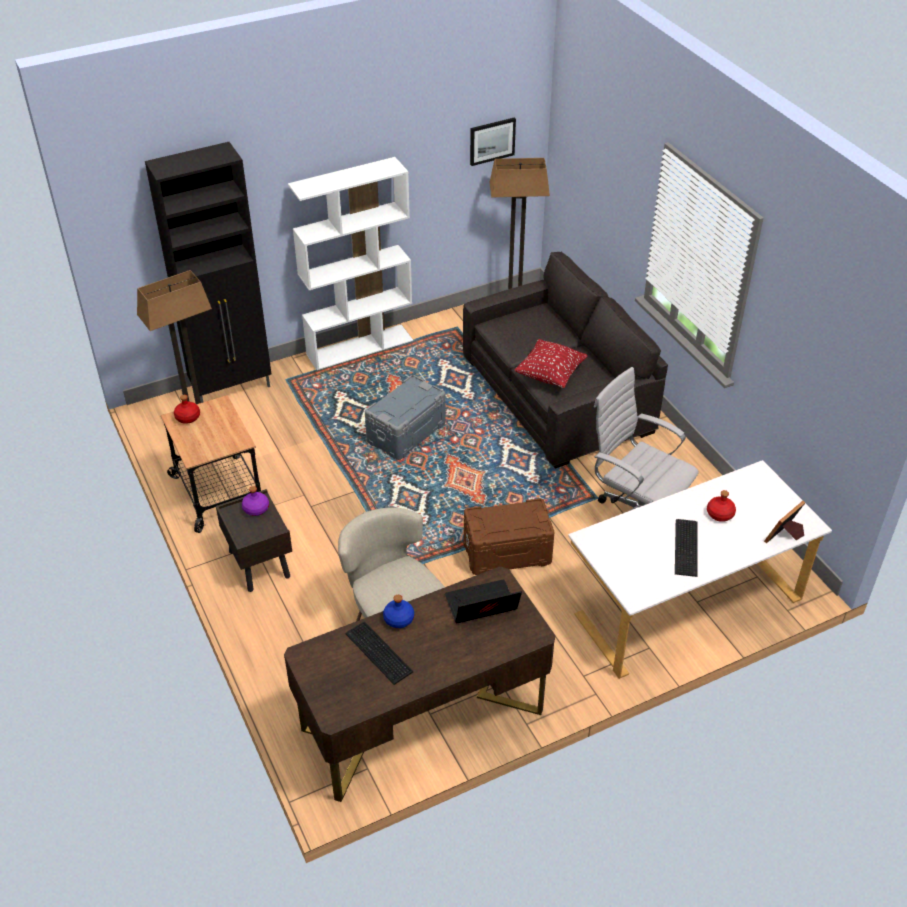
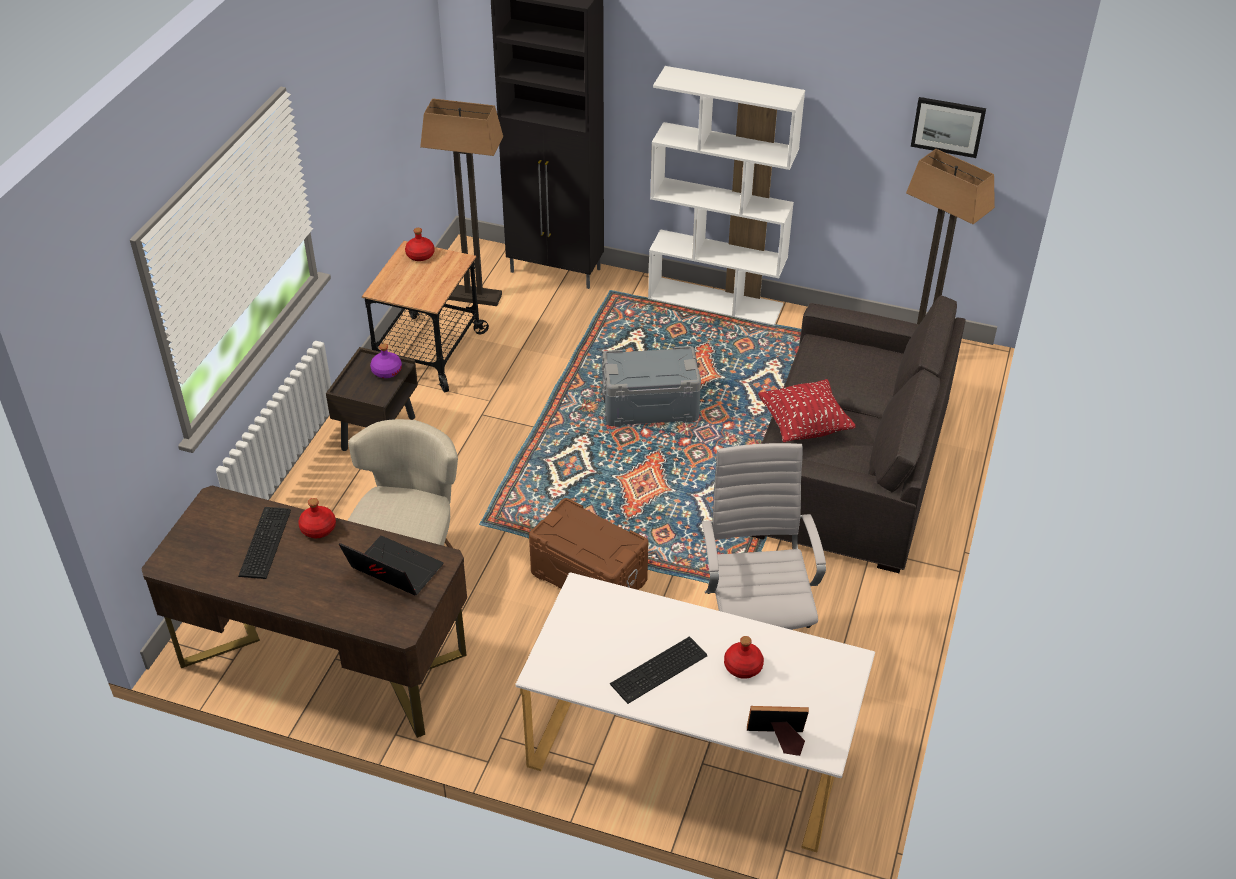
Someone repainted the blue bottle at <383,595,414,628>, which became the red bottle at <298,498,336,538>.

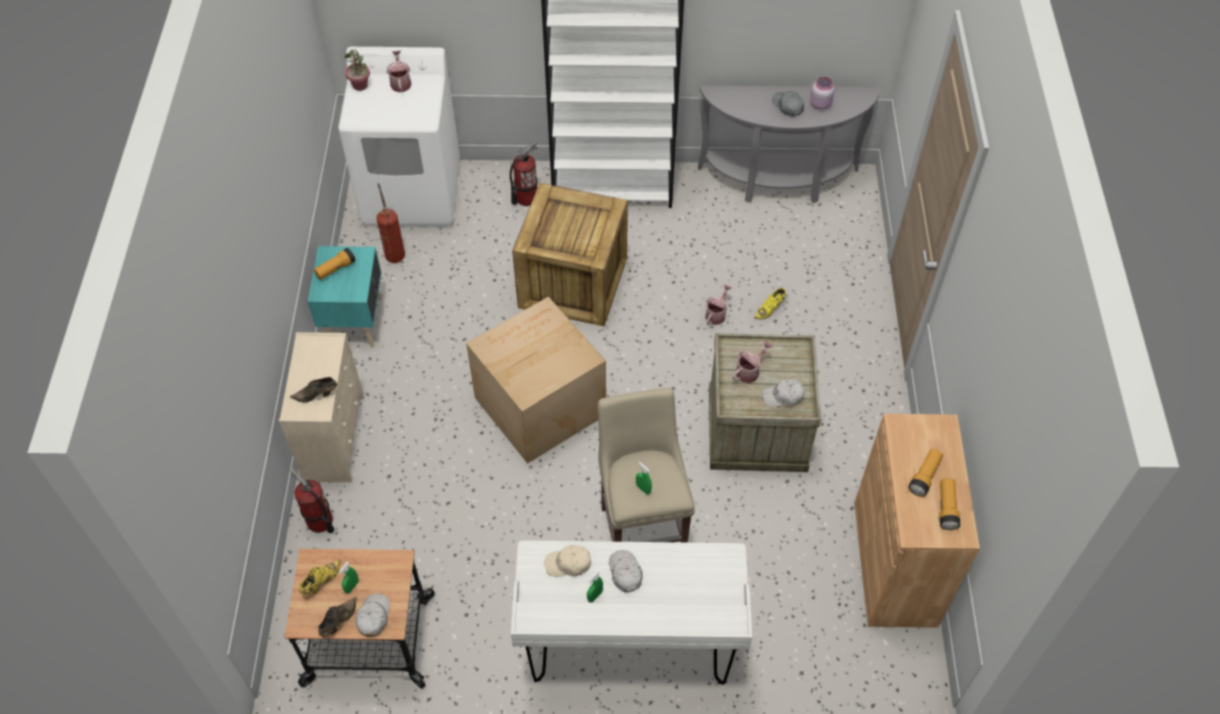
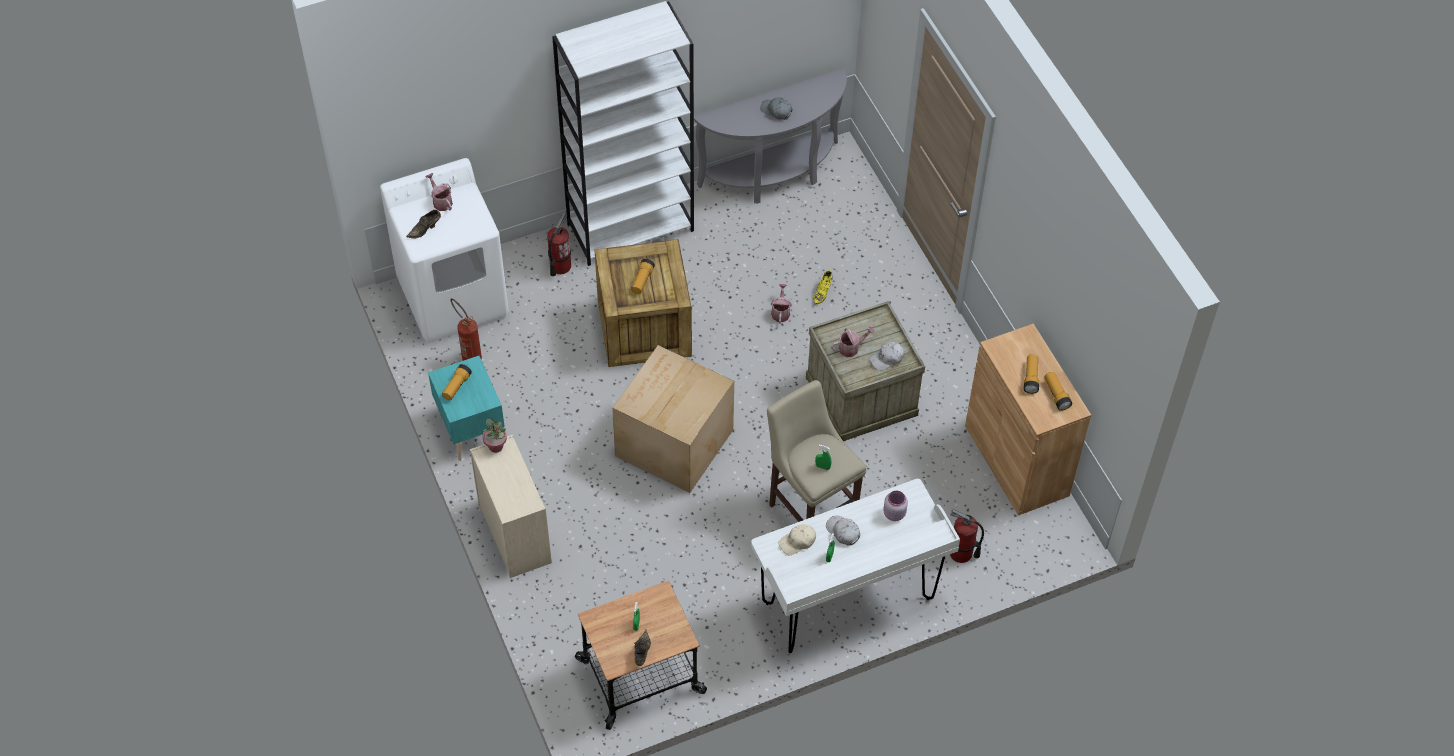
Someone carried the brown shoe from <290,377,337,402> to <406,210,441,239>. Someone carried the potted plant from <345,48,370,91> to <482,418,507,453>. Someone put down the flashlight at <631,259,655,294>. Someone rotated the watering can at <732,341,773,383> by 45 degrees clockwise. Someone carried the pink jar from <810,77,835,110> to <883,491,908,521>. Someone carried the fire extinguisher from <290,468,334,533> to <950,509,984,563>. Someone took away the yellow shoe at <299,559,341,595>. Someone took away the white cap at <356,593,390,636>.

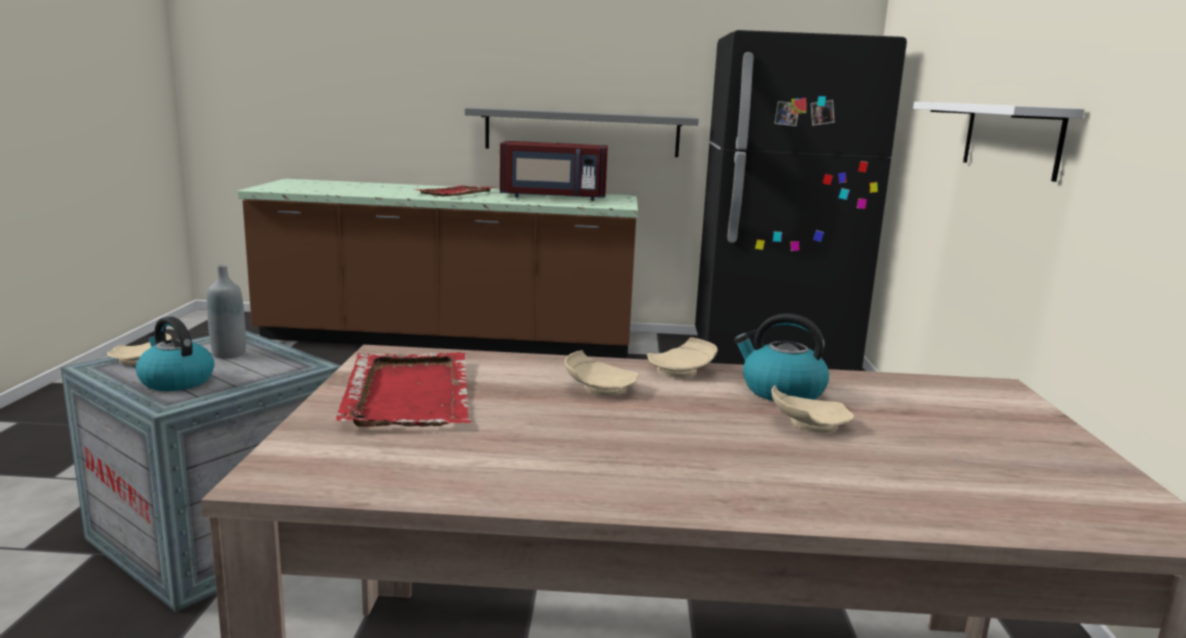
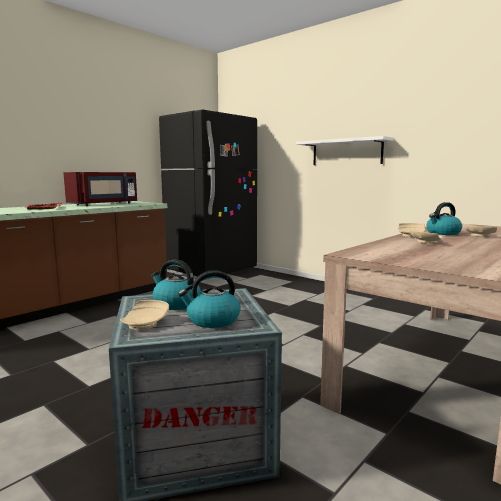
Someone swapped the grey bottle at <207,265,246,358> for the kettle at <151,260,201,310>. Someone took away the red tray at <336,352,471,427>. Someone took away the grey shelf at <465,107,699,157>.

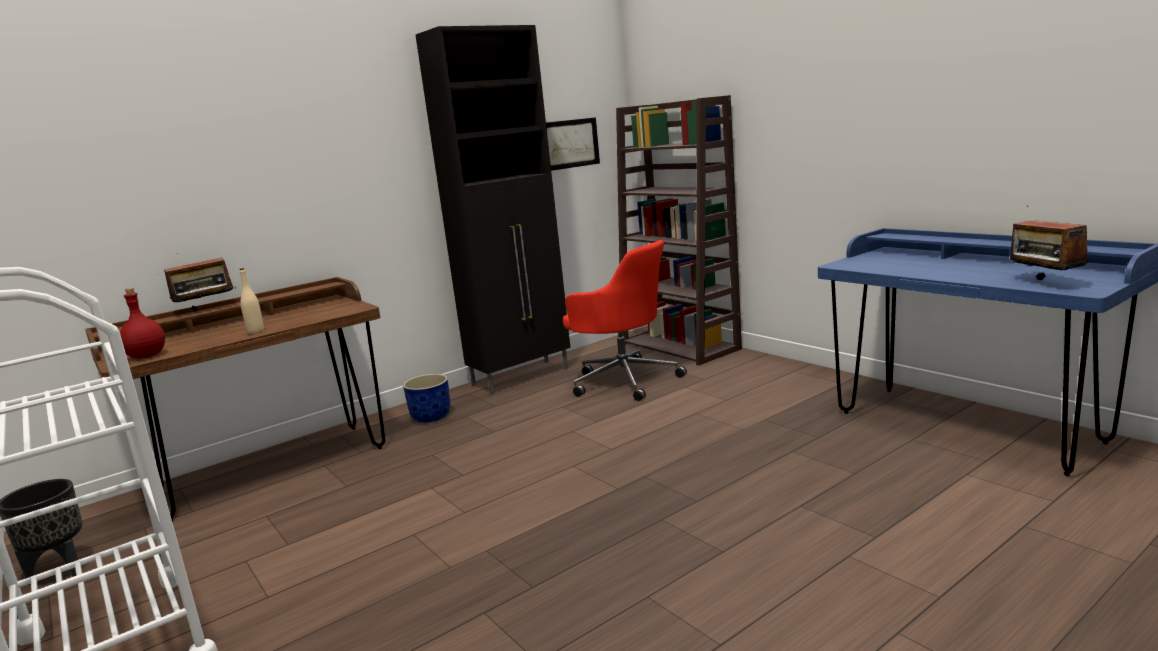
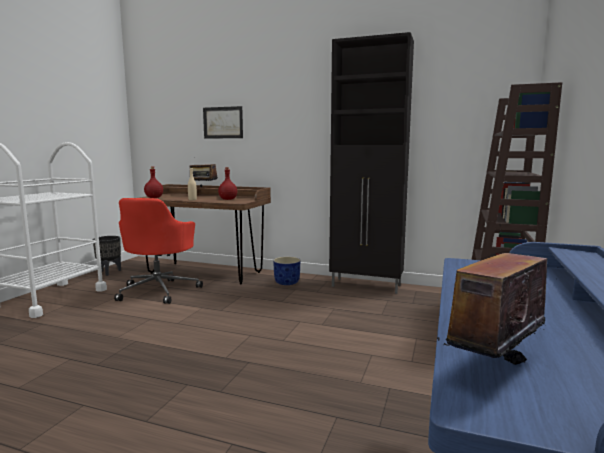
Someone carried the red office chair from <563,240,687,401> to <114,198,203,304>. Someone carried the picture from <546,117,600,171> to <203,106,243,139>. Someone put down the red bottle at <218,167,237,200>.

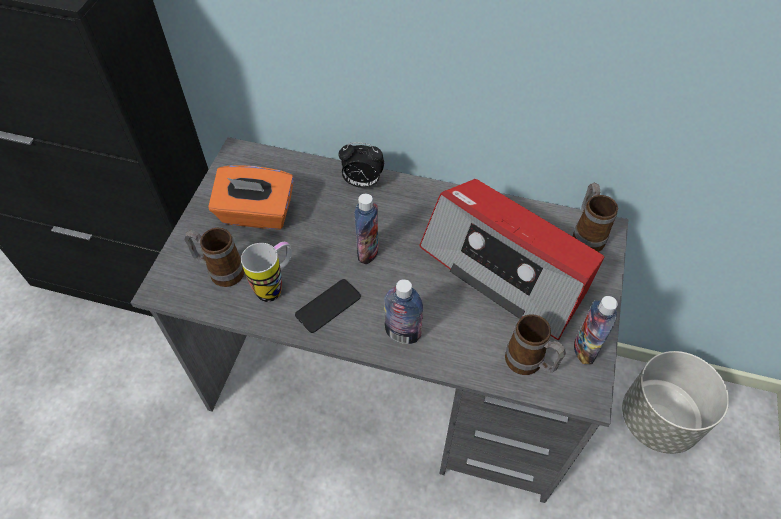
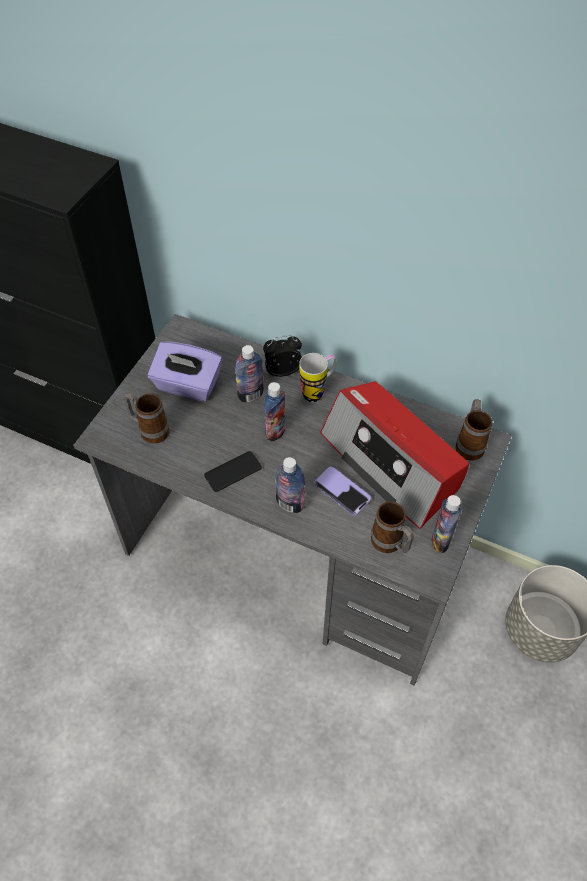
Someone repainted the orange tissue box at <208,165,294,229>, which became the purple tissue box at <148,342,222,401>. Someone put down the bottle at <235,345,264,402>. Someone rotated the alarm clock at <338,142,384,188> by 150 degrees clockwise. Someone carried the mug from <241,242,292,302> to <299,353,337,402>. Someone put down the phone at <315,467,371,516>.

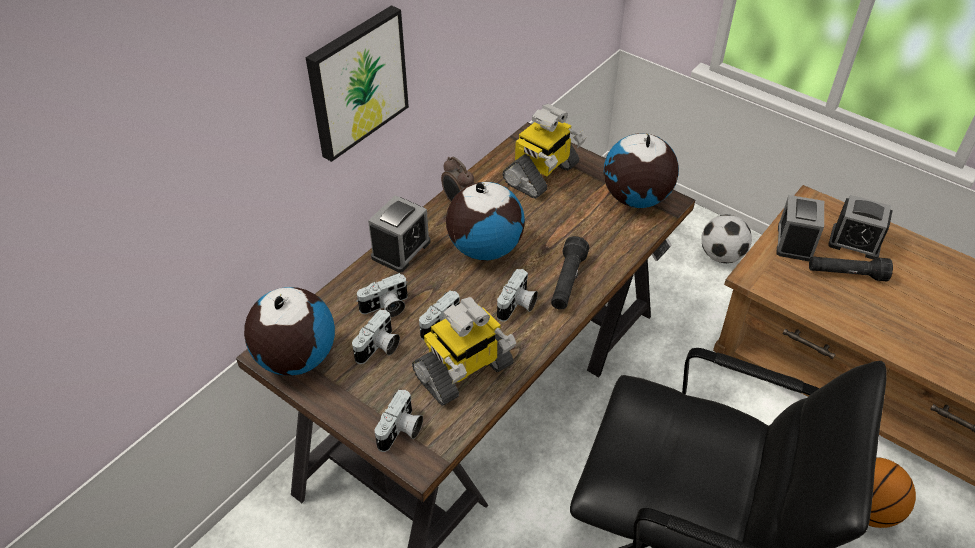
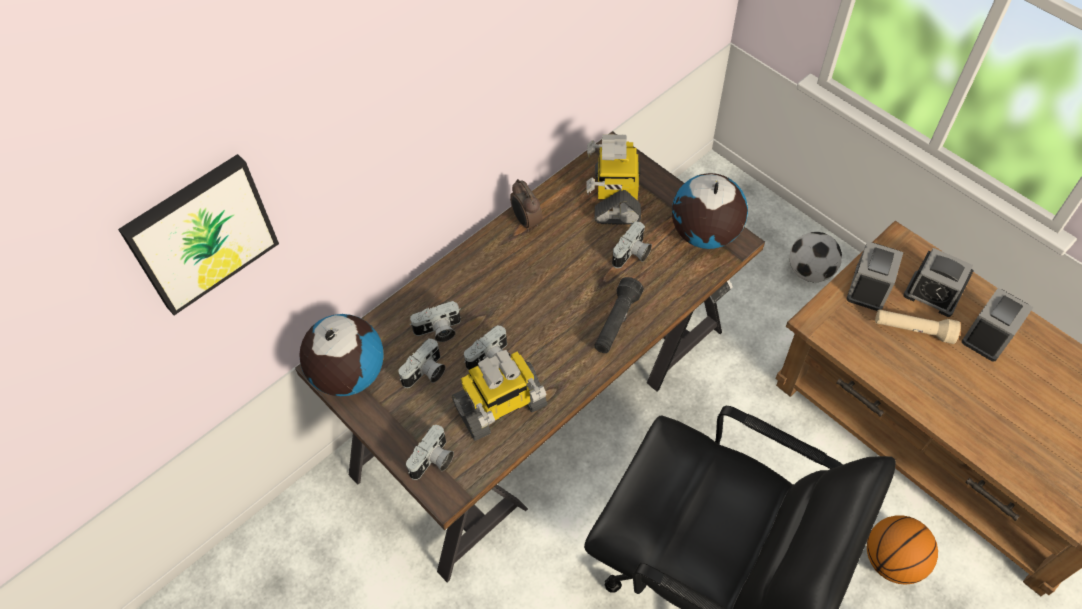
Someone carried the picture from <306,5,409,162> to <118,154,279,315>. Someone rotated the toy robot at <502,104,587,199> by 135 degrees clockwise. Someone carried the photo camera from <497,269,538,321> to <612,221,652,268>. Someone repainted the black flashlight at <809,256,893,281>, which became the beige flashlight at <875,309,961,344>. Someone carried the alarm clock from <368,195,431,272> to <962,288,1034,362>. Someone took away the globe at <446,182,525,260>.

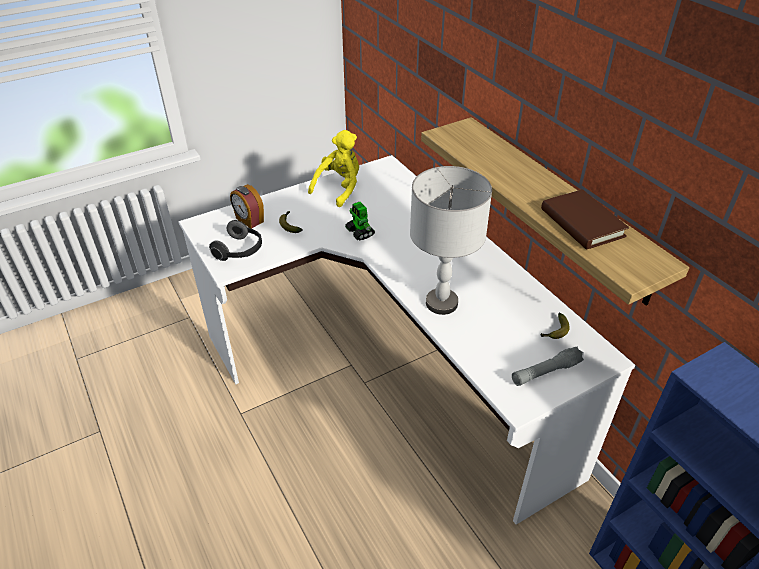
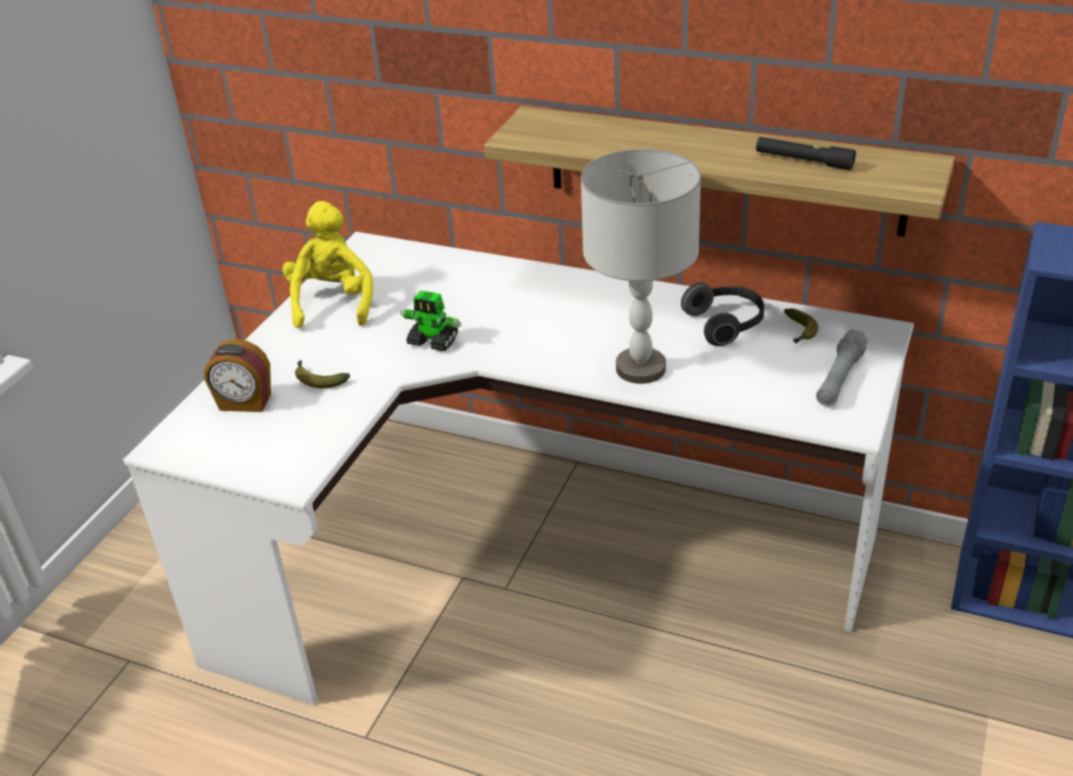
Someone carried the headphones from <209,220,262,261> to <681,282,764,346>. Someone swapped the brown book at <541,189,629,250> for the black flashlight at <756,137,856,170>.

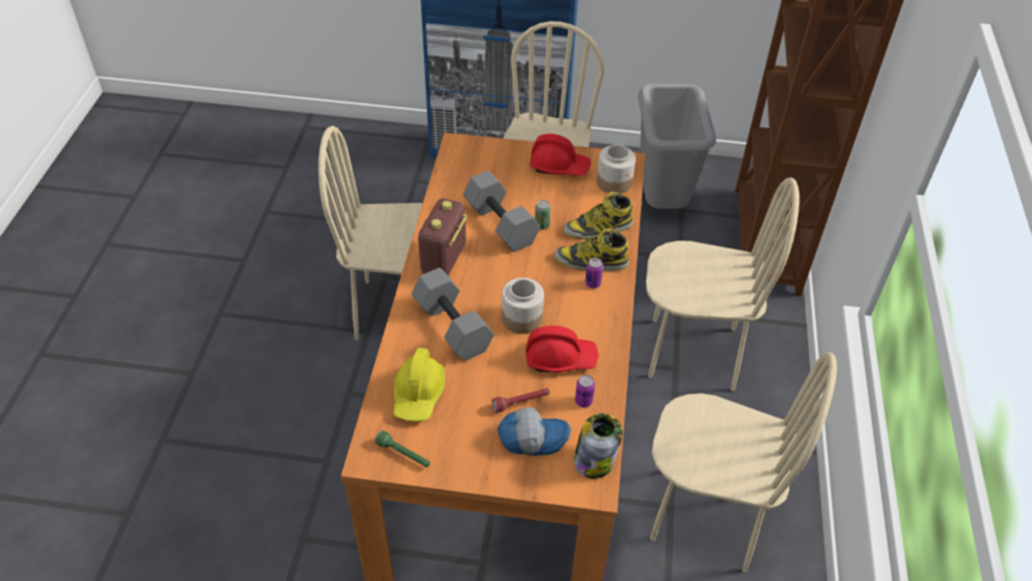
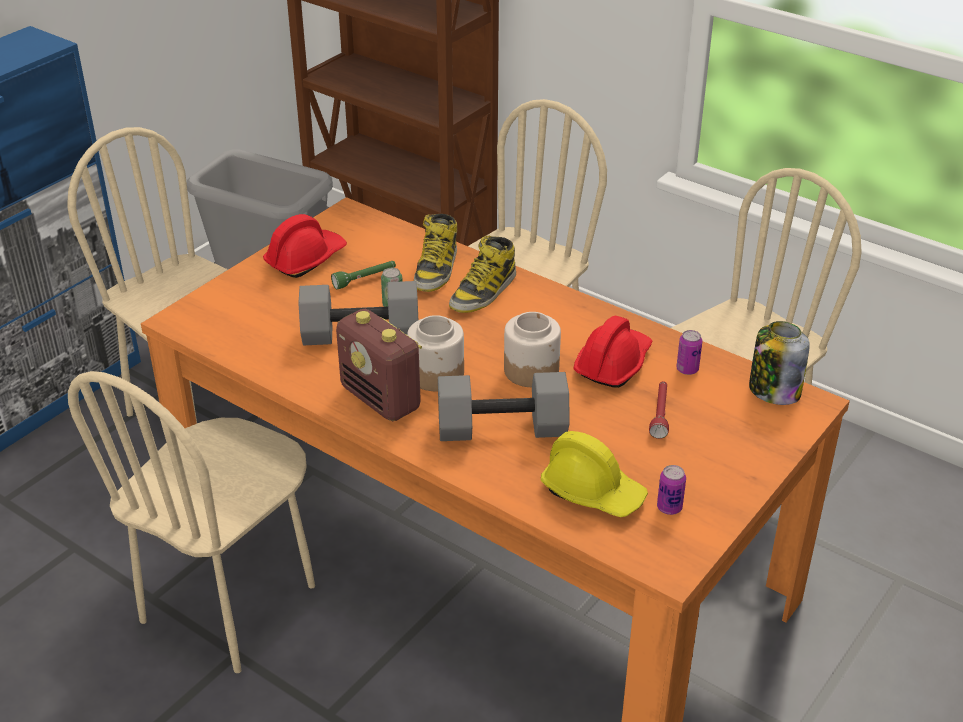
Someone carried the green flashlight from <375,430,430,467> to <331,261,396,289>. Someone carried the jar from <596,145,636,194> to <407,315,464,391>. Someone carried the can from <585,258,603,288> to <657,465,686,515>. Someone took away the cap at <498,407,571,455>.

